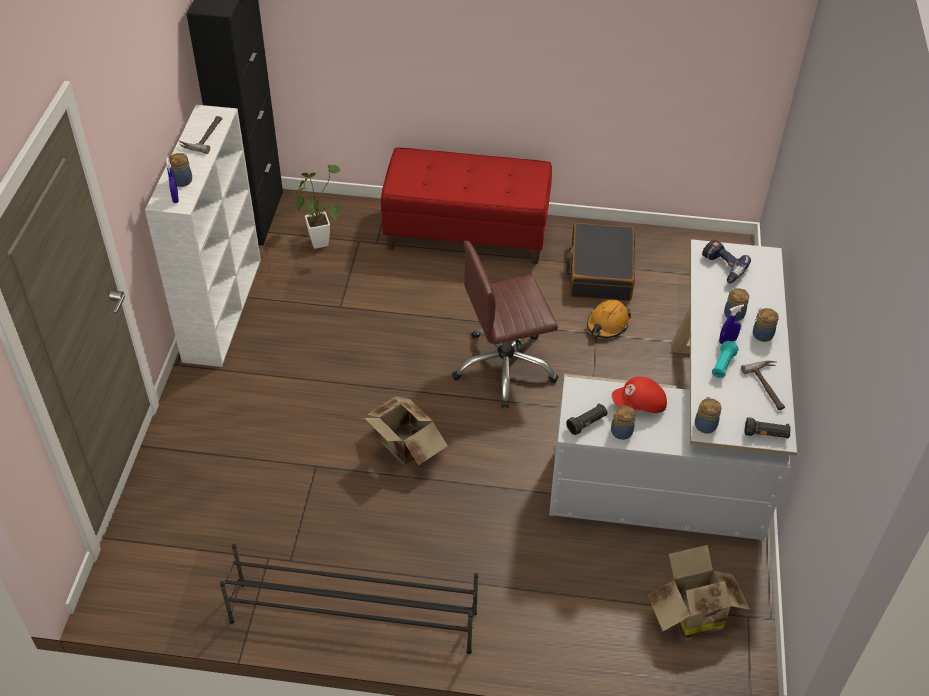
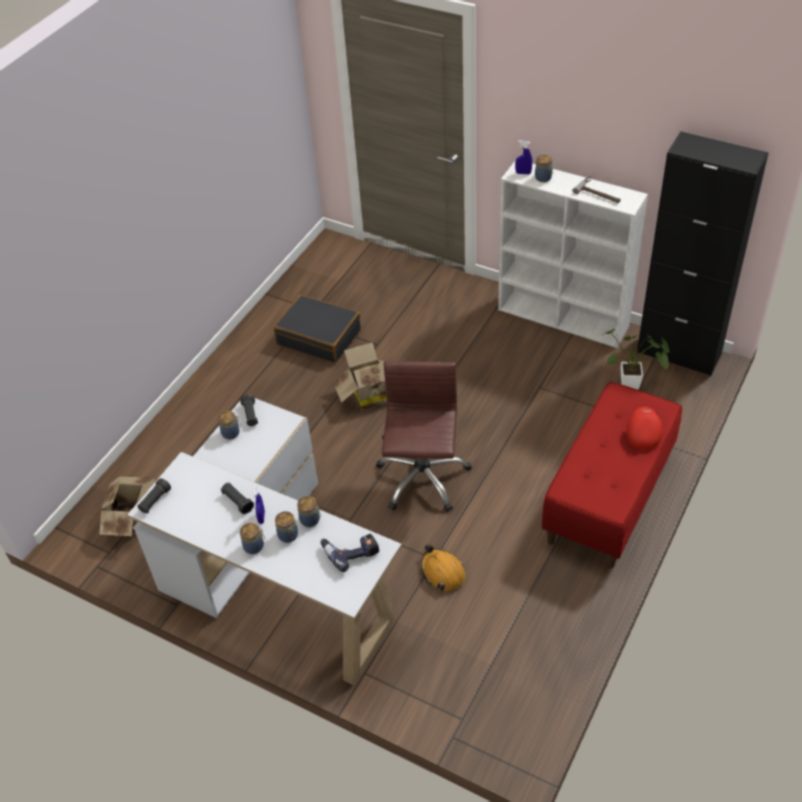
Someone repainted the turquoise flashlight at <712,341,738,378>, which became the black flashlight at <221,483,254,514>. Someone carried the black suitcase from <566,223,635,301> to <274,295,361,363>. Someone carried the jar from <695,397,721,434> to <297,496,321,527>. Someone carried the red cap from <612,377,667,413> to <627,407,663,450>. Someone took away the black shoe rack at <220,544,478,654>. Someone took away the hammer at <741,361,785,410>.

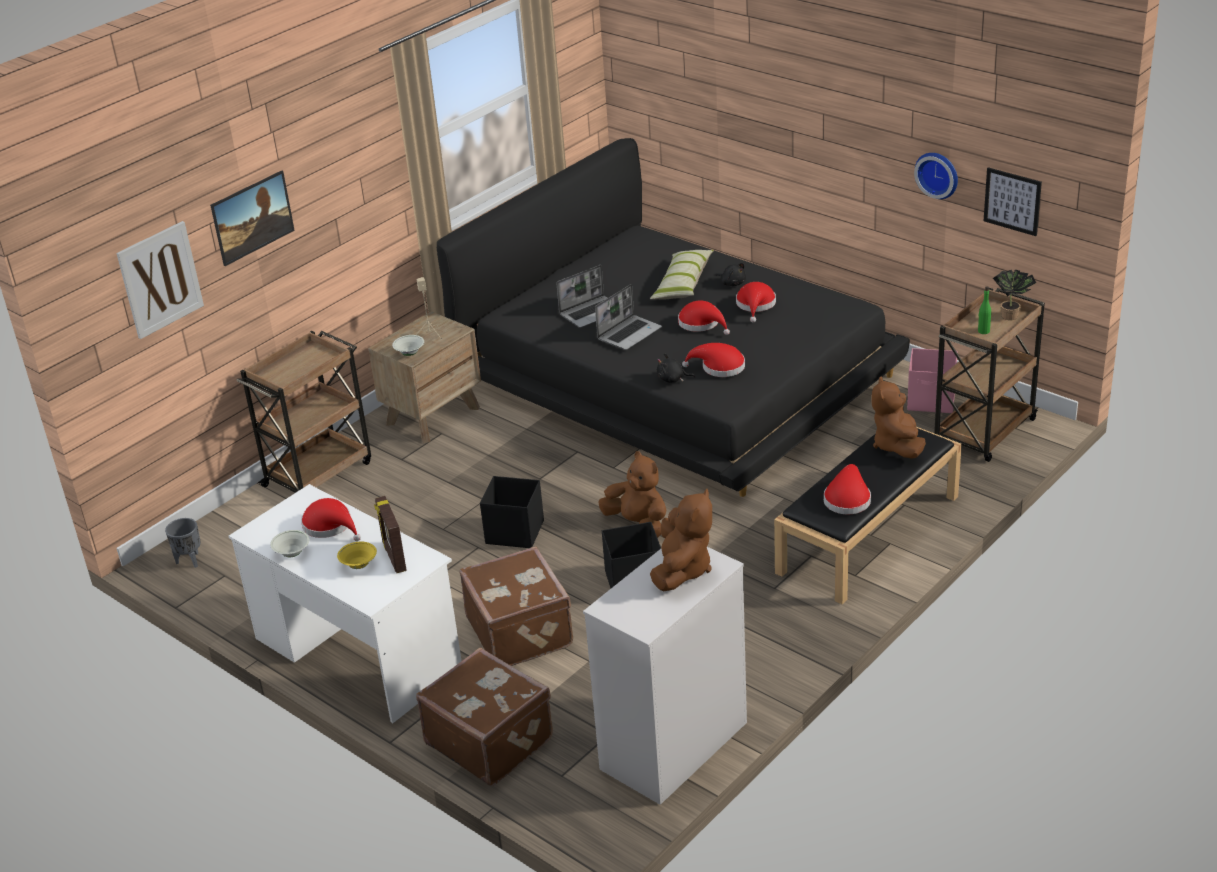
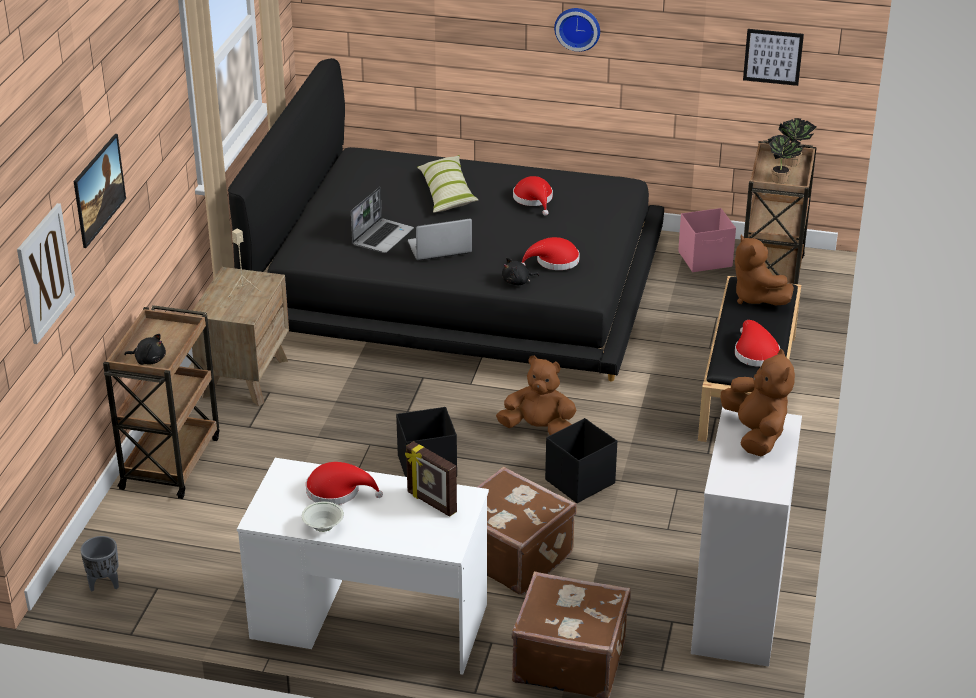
Someone carried the black plush toy from <715,263,746,286> to <124,334,166,365>. Someone rotated the laptop at <595,284,662,350> by 120 degrees counterclockwise. Someone carried the wall clock from <914,153,958,199> to <554,8,600,52>. Someone swapped the green bottle at <978,286,991,334> for the potted plant at <768,135,805,183>. Someone took away the yellow bowl at <337,542,377,569>. Someone took away the white bowl at <392,335,424,356>. Someone took away the red hat at <678,301,730,335>.

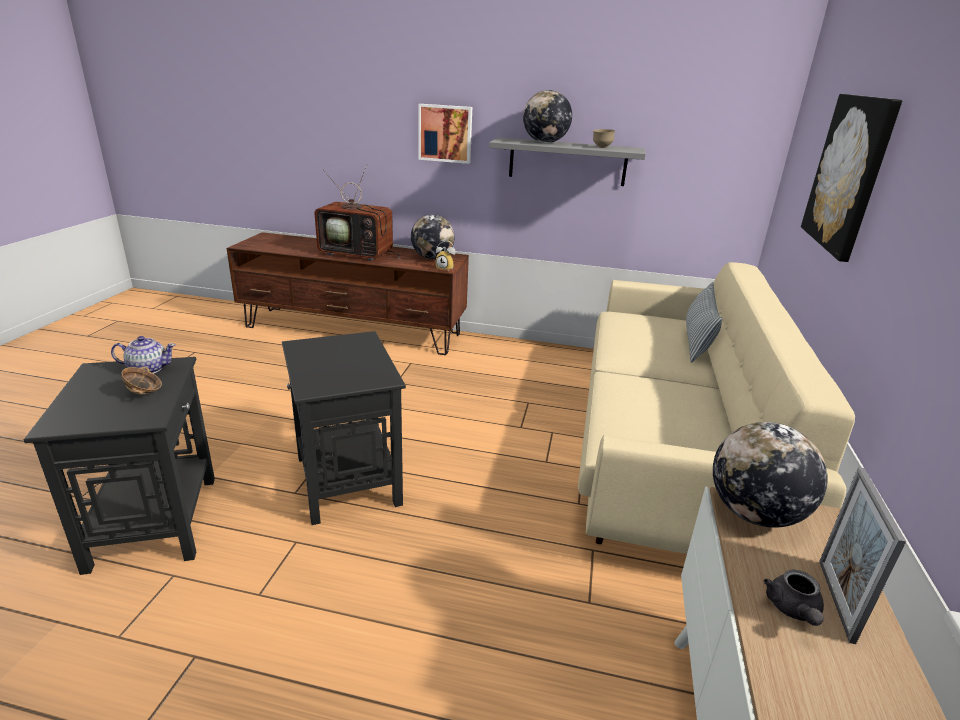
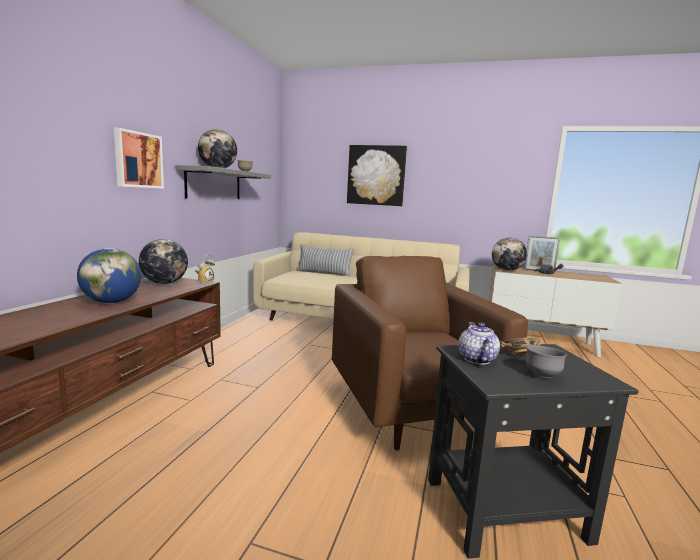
Someone swapped the television at <315,164,401,261> for the globe at <77,248,141,303>. Someone swapped the black side table at <282,331,406,525> for the brown armchair at <332,256,528,450>. Someone put down the grey bowl at <526,345,567,379>.

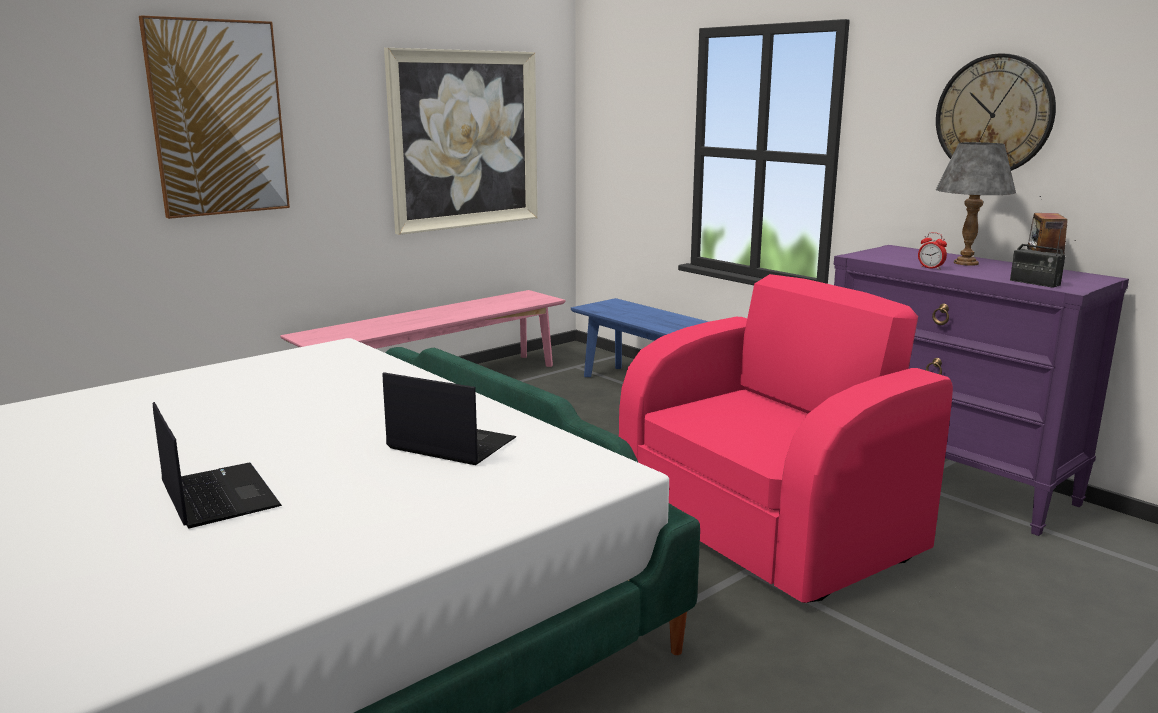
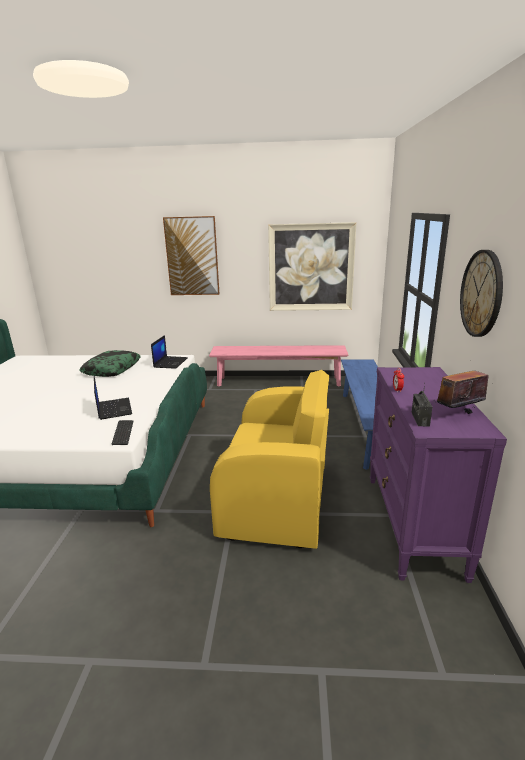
Someone put down the pillow at <79,350,141,377>. Someone put down the keyboard at <111,420,134,445>. Someone carried the laptop from <153,402,282,529> to <151,335,188,369>. Someone repainted the pink armchair at <619,274,953,603>, which became the yellow armchair at <210,370,329,549>. Someone took away the grey table lamp at <936,142,1016,266>.

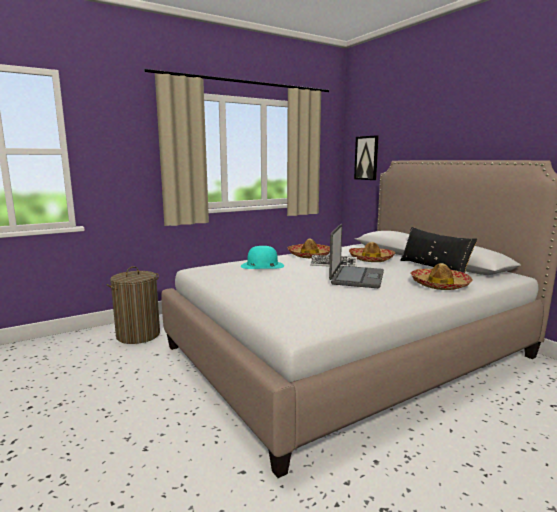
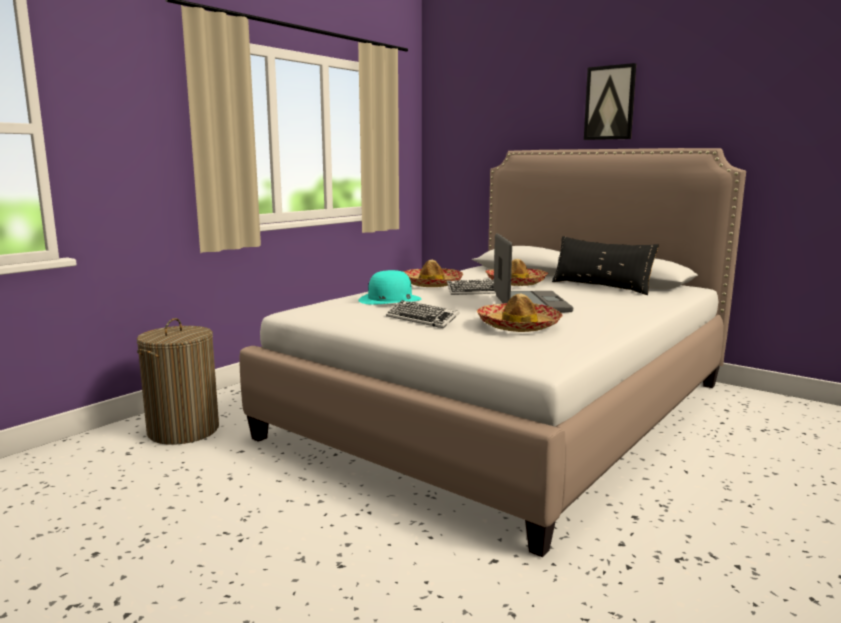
Someone put down the keyboard at <386,300,460,328>. Someone carried the hat from <410,263,473,290> to <477,294,563,332>. Someone carried the picture from <354,135,379,180> to <584,63,636,140>.

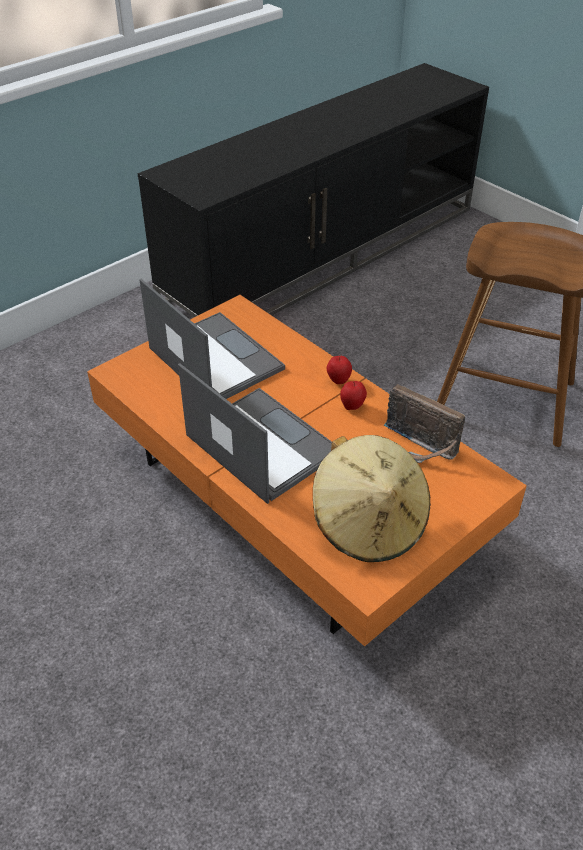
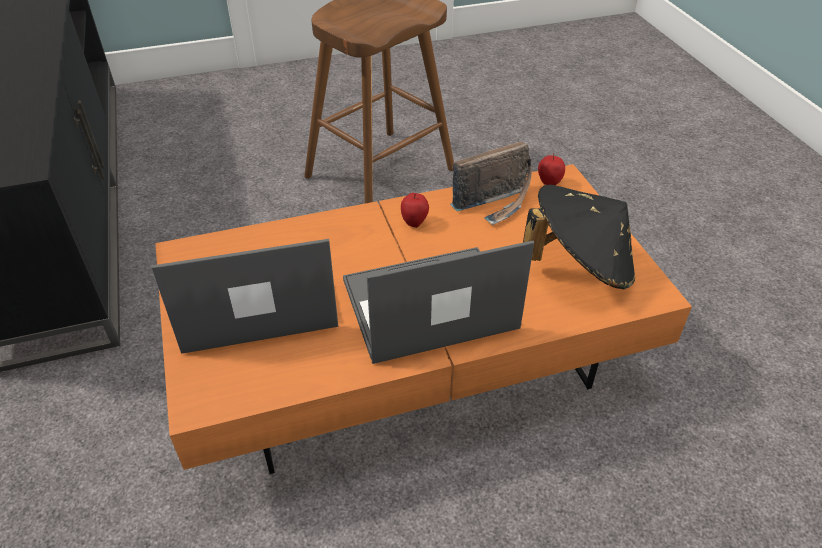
Someone repainted the beige hat at <313,435,430,562>, which became the black hat at <523,185,635,289>. Someone carried the apple from <327,355,352,384> to <538,153,565,185>.

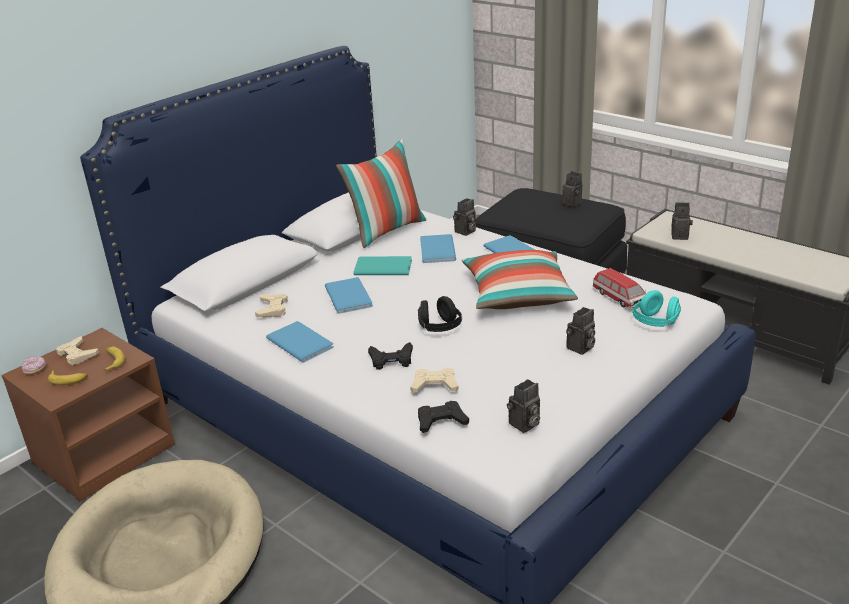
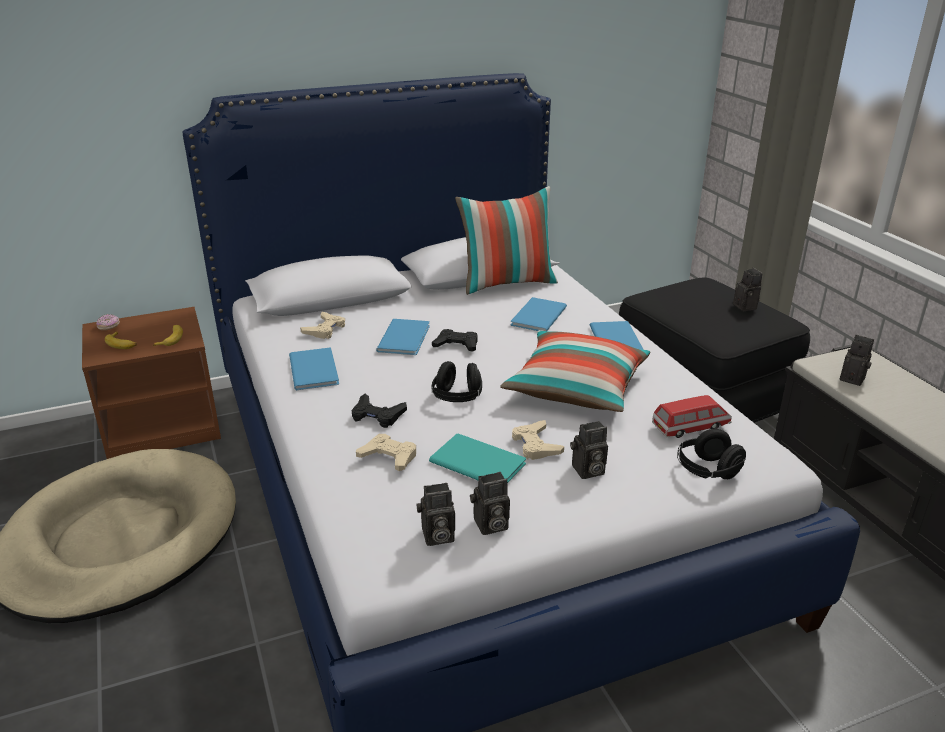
Someone carried the turquoise book from <354,256,412,275> to <429,434,526,483>. Someone carried the black game controller from <418,401,469,433> to <432,329,477,352>. Someone carried the photo camera from <453,198,476,236> to <470,472,510,535>. Someone carried the beige game controller from <57,336,99,365> to <512,420,564,460>. Someone rotated the toy car at <593,268,646,308> by 105 degrees counterclockwise. Someone repainted the turquoise headphones at <632,290,681,327>, which became the black headphones at <677,429,746,479>.

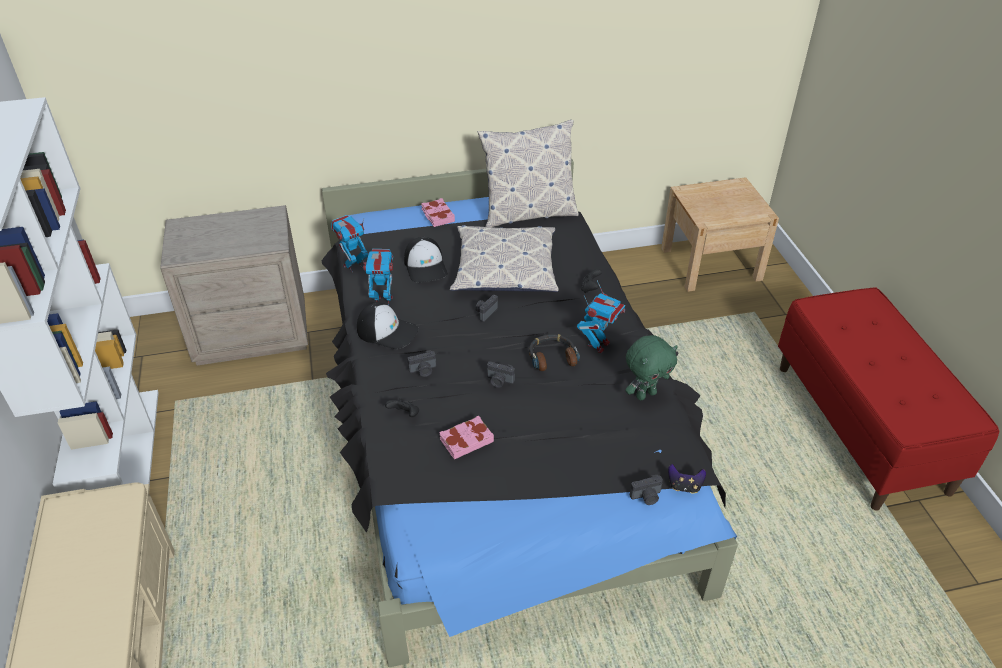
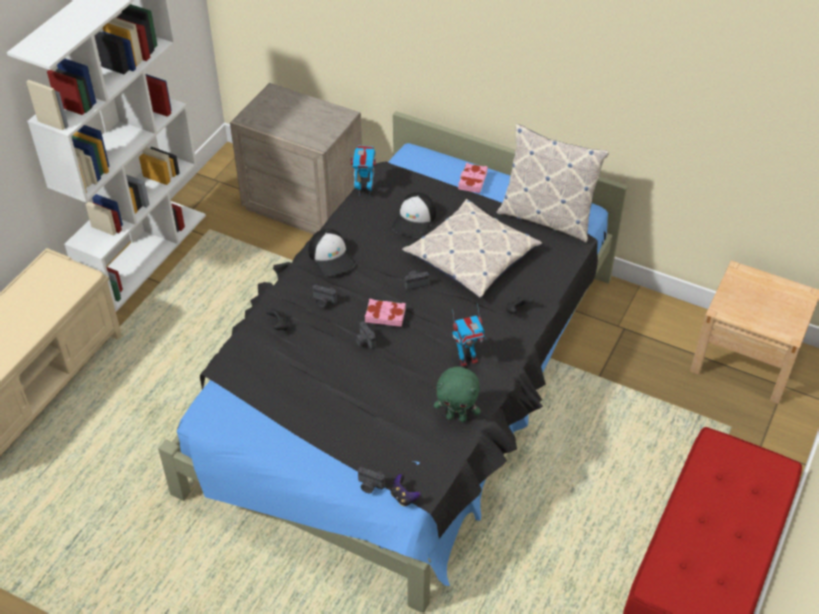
Someone carried the pink book from <439,416,494,459> to <365,299,406,327>. Someone took away the toy robot at <362,249,393,306>. Someone took away the headphones at <529,334,580,371>.

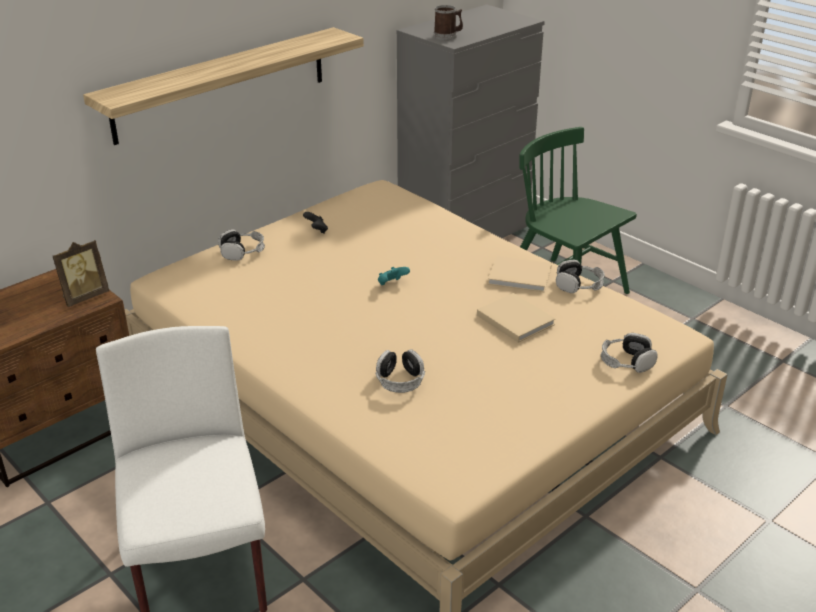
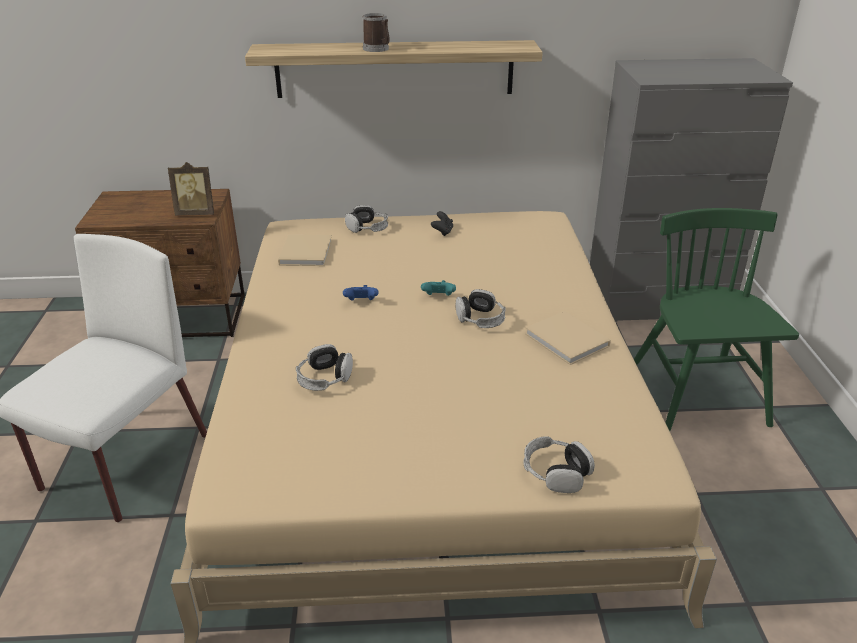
Someone carried the beige book from <477,293,555,343> to <278,234,332,266>. Someone put down the blue game controller at <343,285,378,301>. Someone carried the mug from <433,5,463,40> to <363,13,390,52>. Someone carried the headphones from <556,260,605,293> to <455,289,506,328>.

